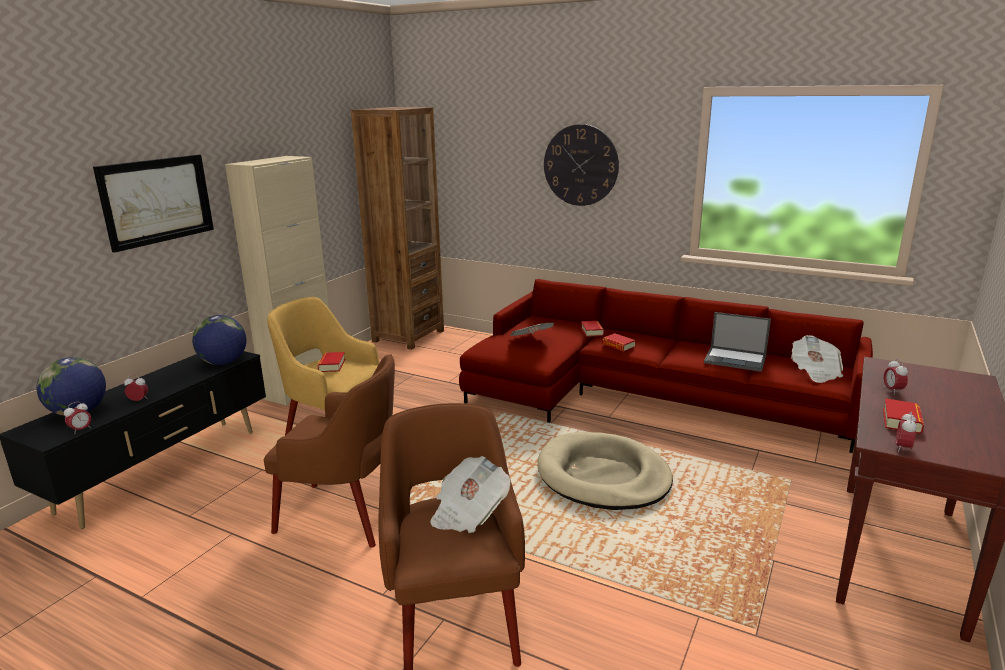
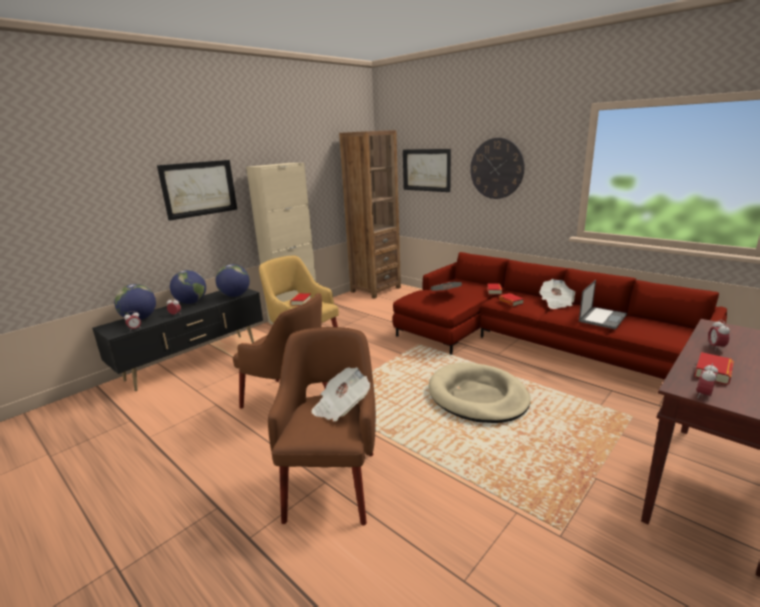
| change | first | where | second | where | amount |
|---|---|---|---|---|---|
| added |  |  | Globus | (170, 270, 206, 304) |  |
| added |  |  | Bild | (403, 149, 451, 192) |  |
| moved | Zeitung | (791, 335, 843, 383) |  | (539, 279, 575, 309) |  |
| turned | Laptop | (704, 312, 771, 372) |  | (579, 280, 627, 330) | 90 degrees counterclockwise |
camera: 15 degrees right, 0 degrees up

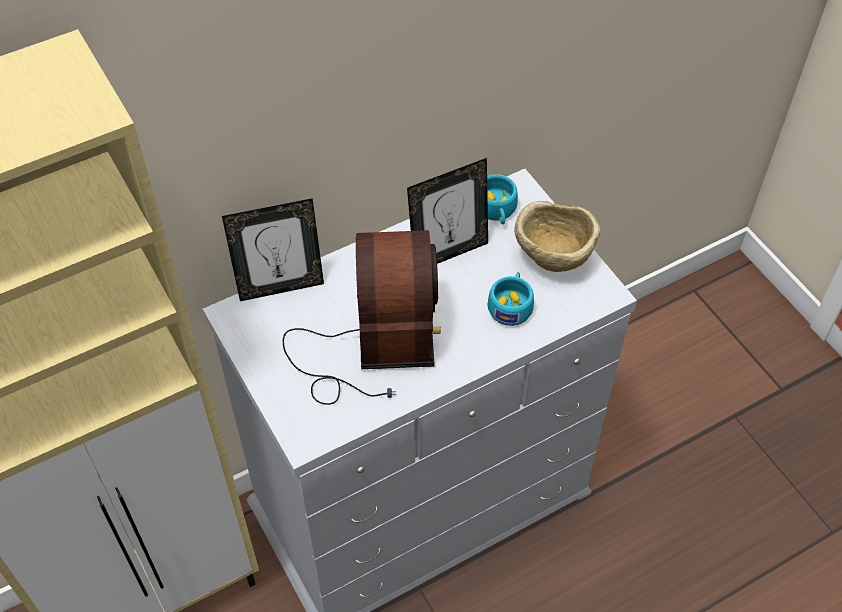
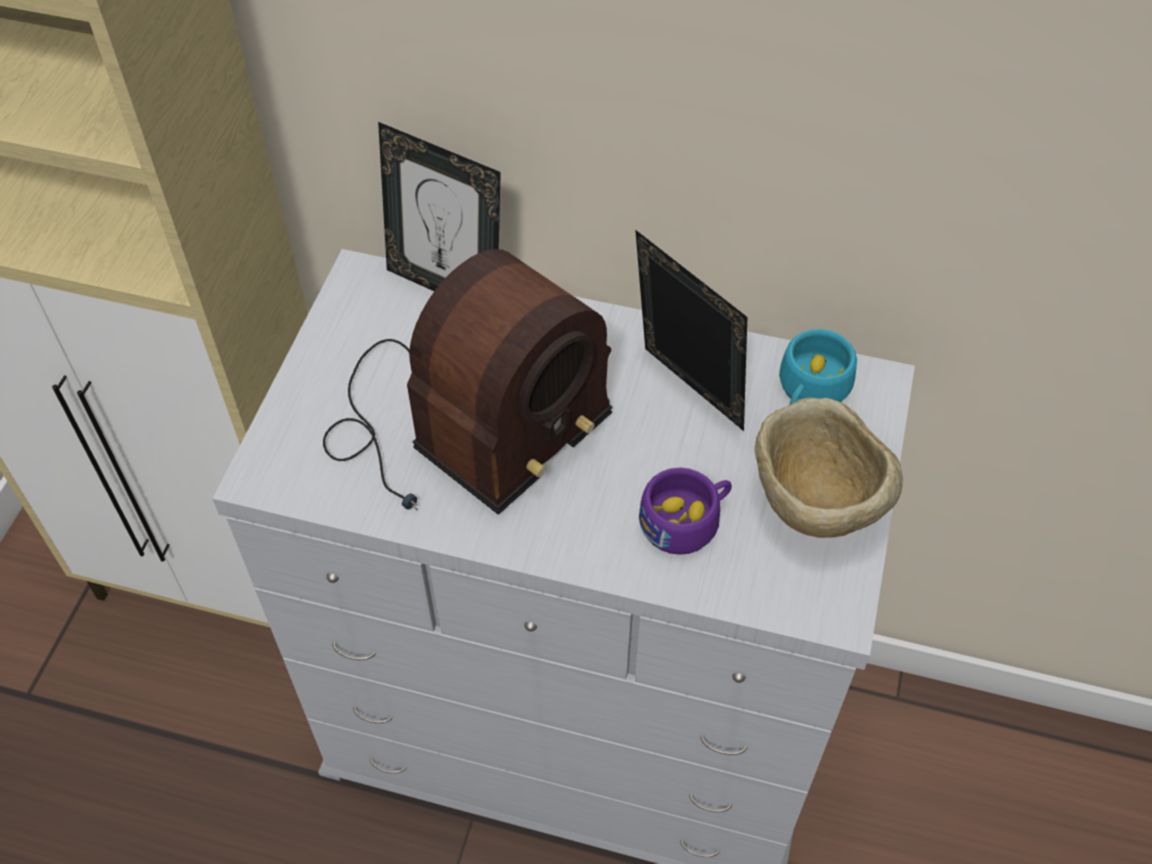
| change | first | where | second | where | amount |
|---|---|---|---|---|---|
| recoloured | Tasse [türkis] | (487, 272, 534, 326) | Tasse [lila] | (639, 468, 732, 555) |  |
| turned | Bilderrahmen | (407, 158, 488, 264) |  | (635, 230, 747, 431) | 150 degrees counterclockwise |
camera: 45 degrees right, 0 degrees up

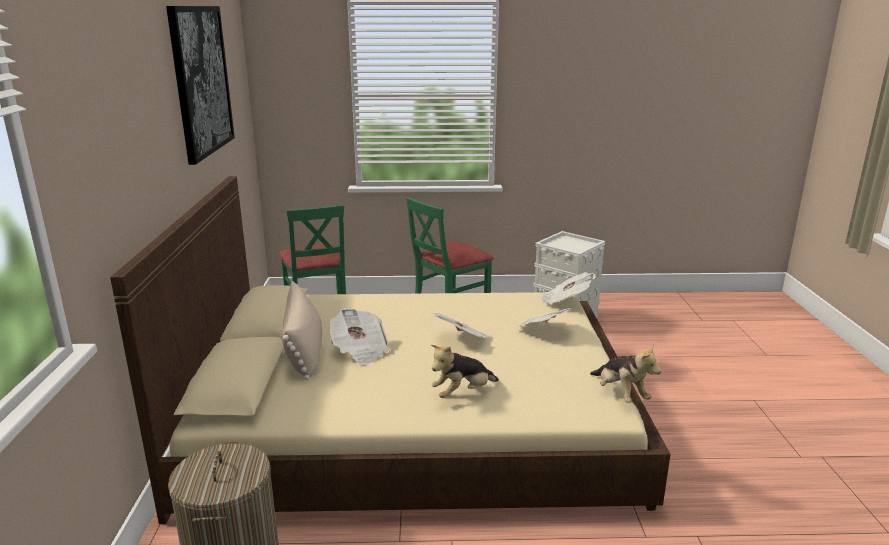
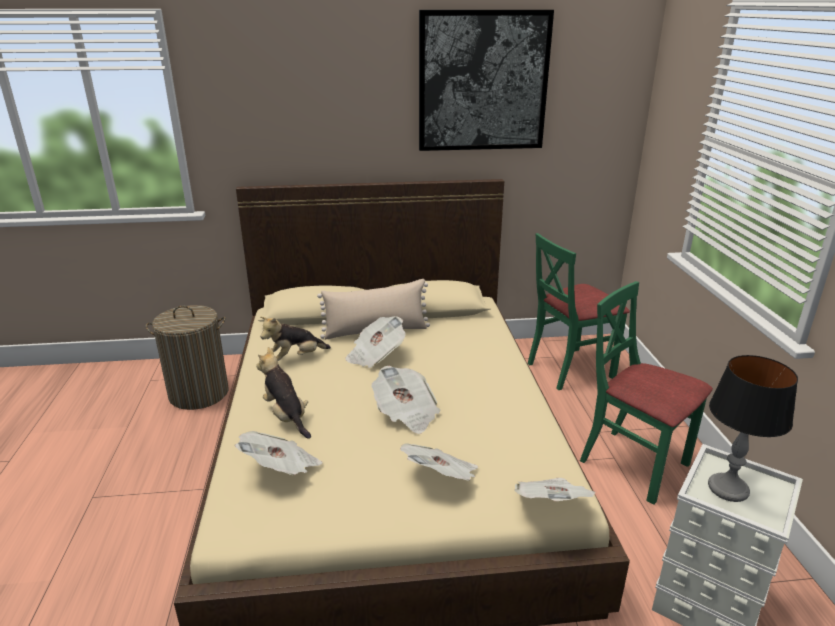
| change | first | where | second | where | amount |
|---|---|---|---|---|---|
| added |  |  | Zeitung | (234, 431, 323, 475) |  |
| added |  |  | Tischlampe | (708, 355, 798, 502) |  |
| moved | Plüschtier | (590, 344, 661, 403) |  | (260, 317, 331, 361) |  |
camera: 85 degrees right, 5 degrees up

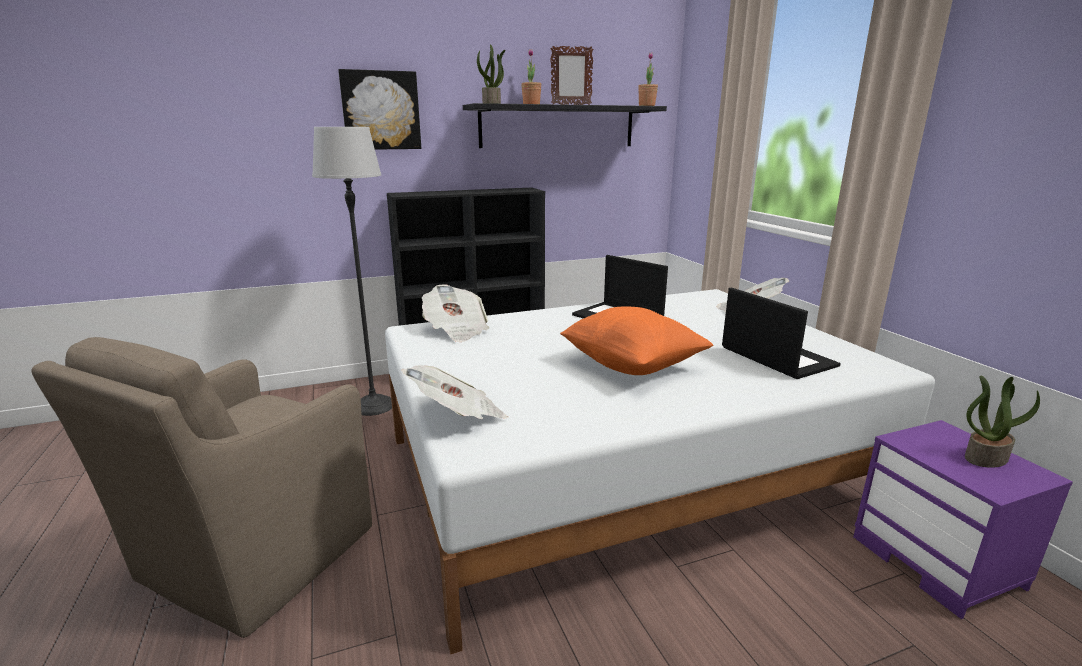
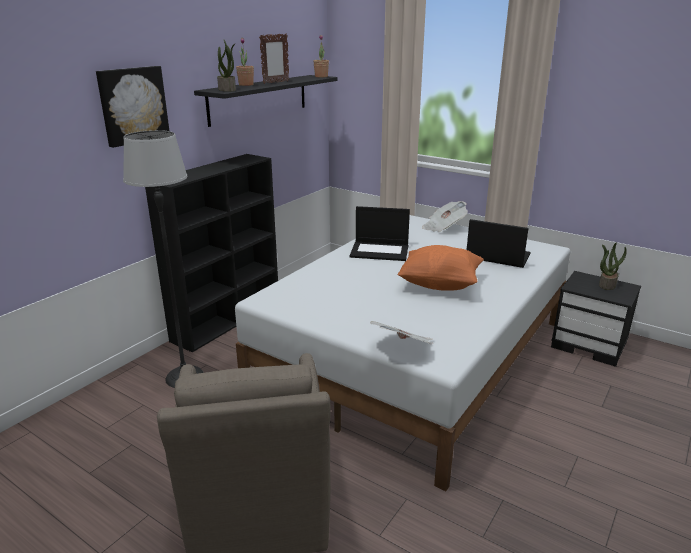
| change | first | where | second | where | amount |
|---|---|---|---|---|---|
| removed | Zeitung | (422, 284, 489, 342) |  |  |  |
| recoloured | Nachttisch [lila] | (853, 420, 1073, 619) | Nachttisch [schwarz] | (551, 271, 641, 367) |  |
camera: 35 degrees left, 5 degrees up

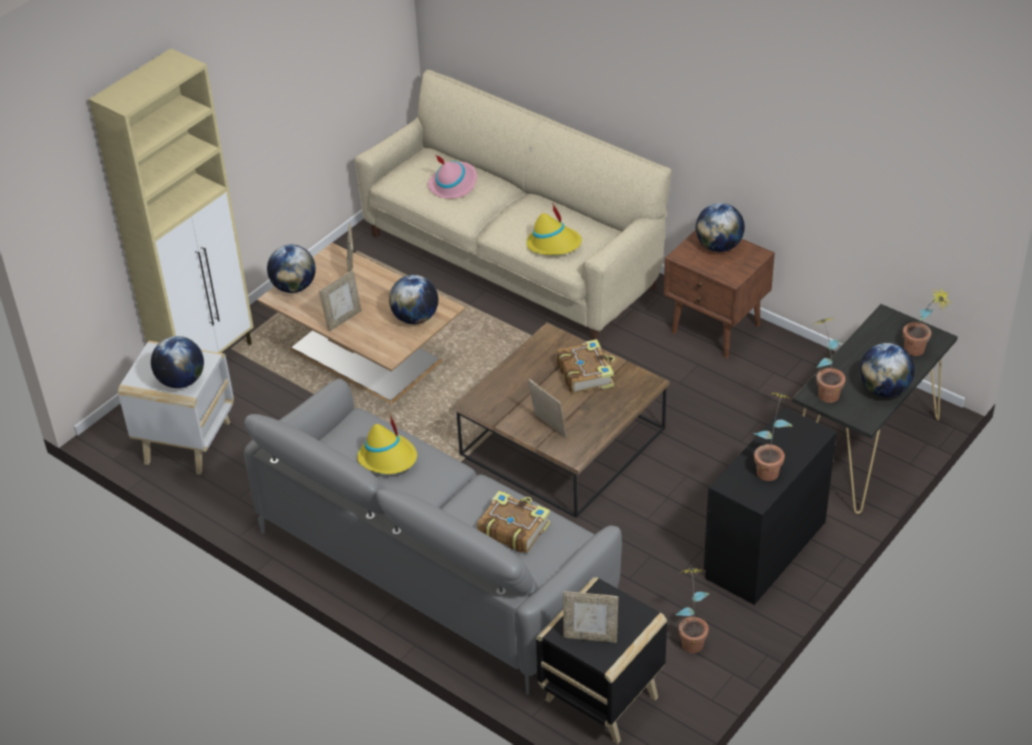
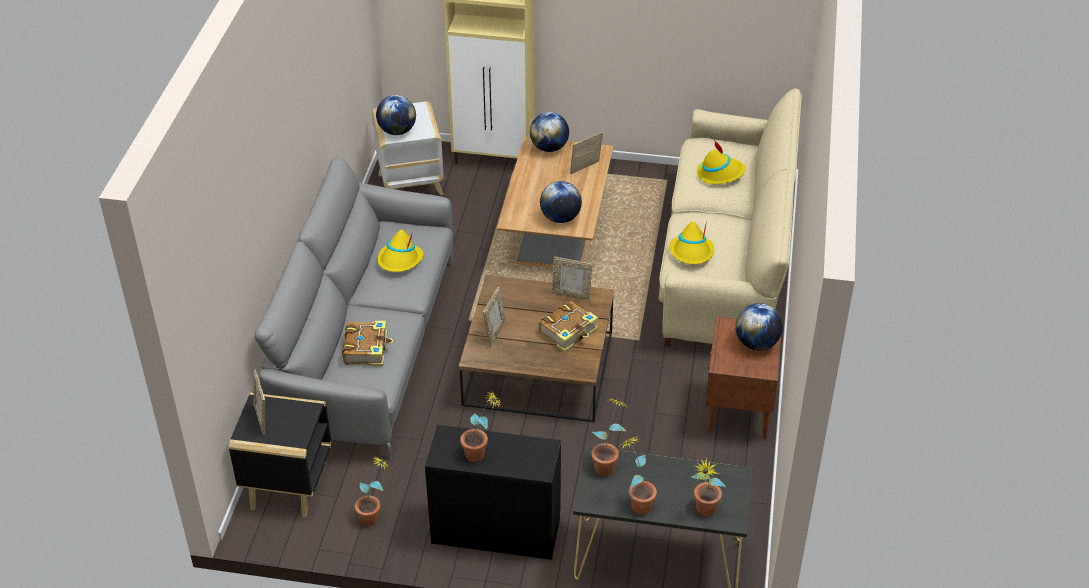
| change | first | where | second | where | amount |
|---|---|---|---|---|---|
| moved | Bilderrahmen | (319, 270, 362, 332) |  | (552, 256, 592, 301) |  |
| replaced | Globus | (859, 343, 915, 397) | Topfpflanze | (621, 436, 657, 515) |  |
| recoloured | Hut [rosa] | (428, 155, 477, 199) | Hut [gelb] | (697, 140, 746, 184) |  |
camera: 60 degrees right, 0 degrees up

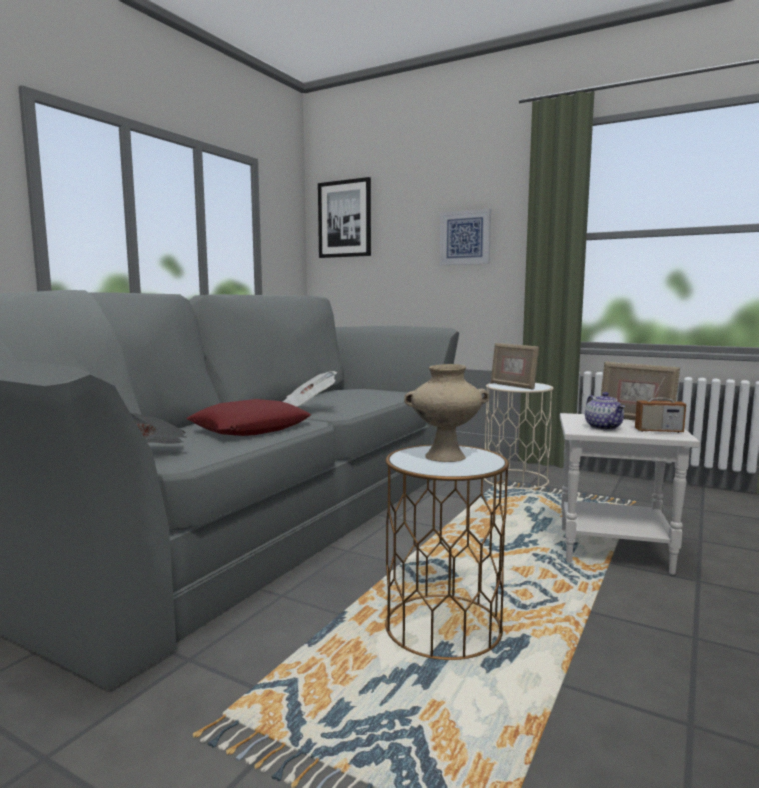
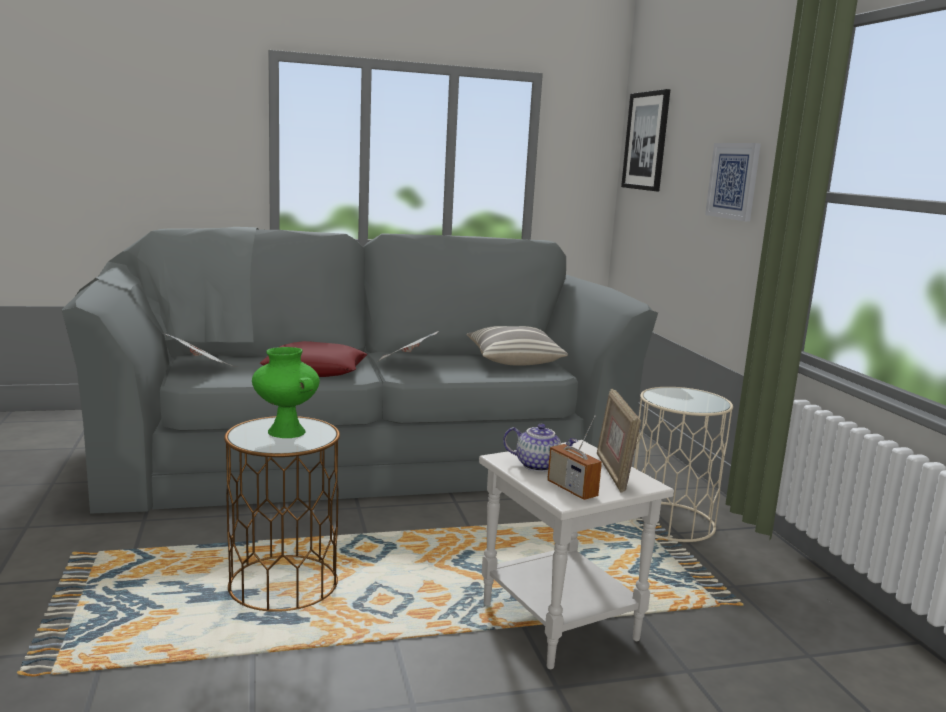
| change | first | where | second | where | amount |
|---|---|---|---|---|---|
| removed | Bilderrahmen | (491, 343, 539, 390) |  |  |  |
| added |  |  | Kissen | (466, 326, 568, 366) |  |
| recoloured | Vase [beige] | (404, 364, 490, 462) | Vase [grün] | (252, 347, 320, 438) |  |
| turned | Teekanne | (585, 392, 625, 430) |  | (503, 424, 578, 472) | 105 degrees counterclockwise |
camera: 45 degrees right, 5 degrees up

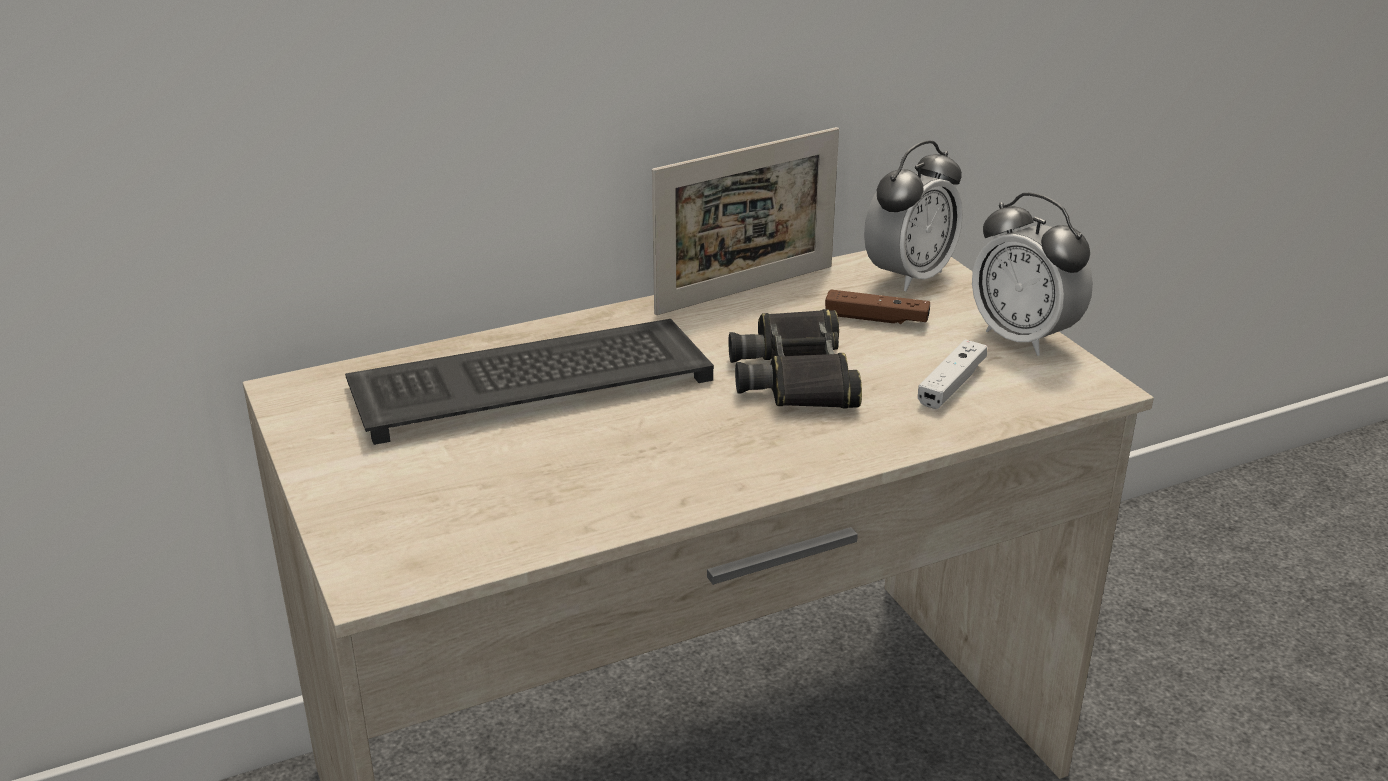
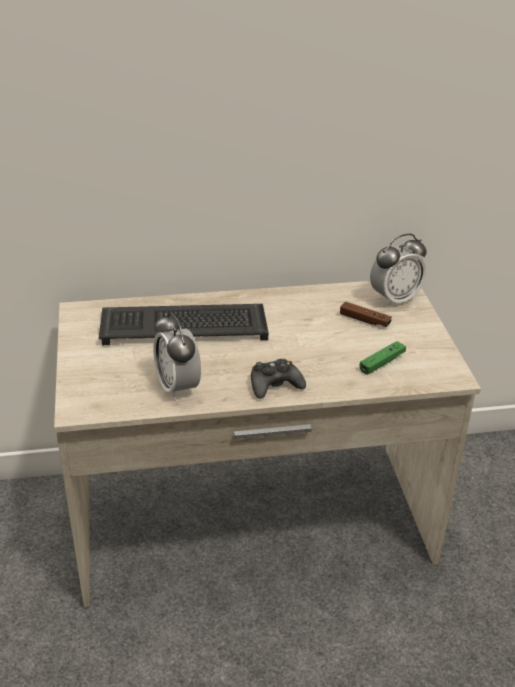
| change | first | where | second | where | amount |
|---|---|---|---|---|---|
| removed | Bilderrahmen | (652, 127, 839, 315) |  |  |  |
| removed | Fernglas [schwarz] | (729, 309, 862, 409) |  |  |  |
| added |  |  | Gamepad [schwarz] | (251, 359, 306, 399) |  |
| moved | Wecker | (972, 193, 1093, 356) |  | (153, 312, 201, 400) |  |
| recoloured | Gamepad [weiß] | (918, 339, 987, 409) | Gamepad [grün] | (359, 341, 406, 375) |  |
camera: 15 degrees right, 5 degrees up

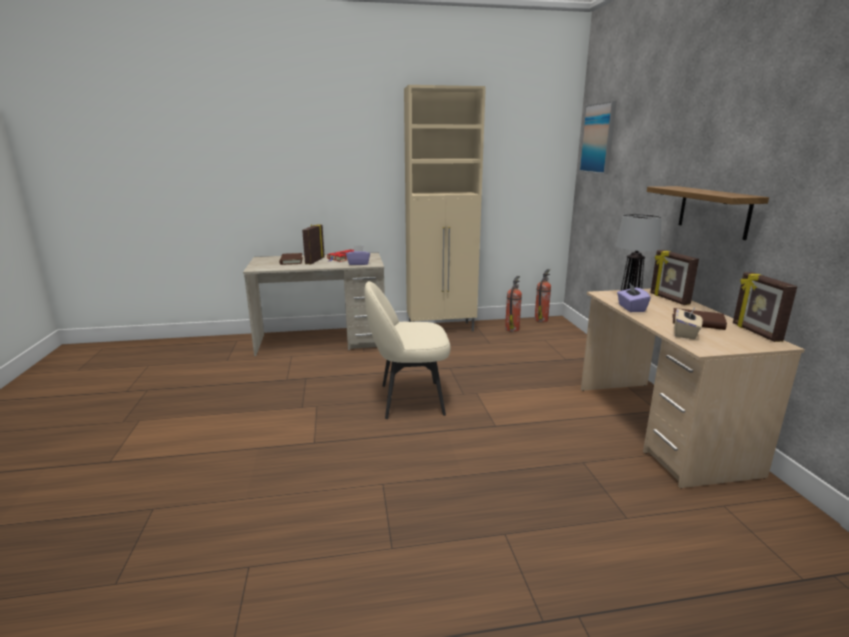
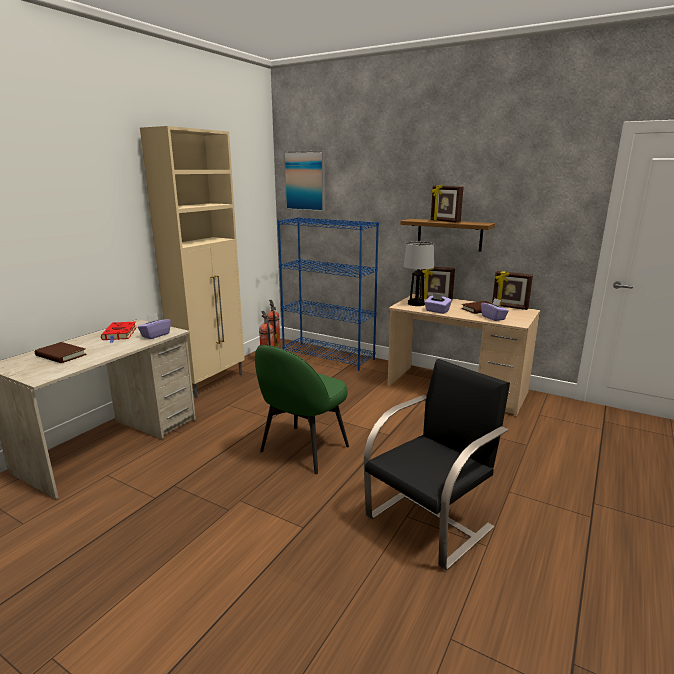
| change | first | where | second | where | amount |
|---|---|---|---|---|---|
| added |  |  | Bücherregal [blau] | (278, 217, 379, 371) |  |
| added |  |  | Stuhl [schwarz] | (364, 359, 510, 570) |  |
| moved | Bilderrahmen | (302, 224, 325, 264) |  | (431, 184, 464, 223) |  |
| recoloured | Stuhl [beige] | (365, 281, 451, 419) | Stuhl [grün] | (255, 345, 349, 474) |  |
| recoloured | Taschentuchbox [beige] | (674, 307, 703, 339) | Taschentuchbox [lila] | (481, 298, 509, 321) |  |
camera: 50 degrees left, 0 degrees up

